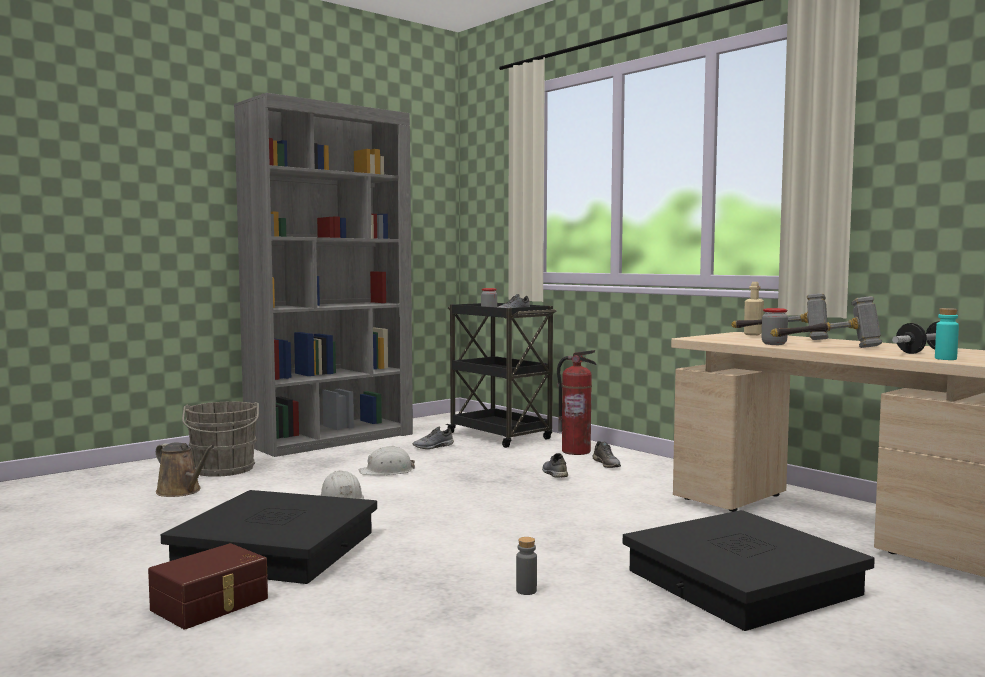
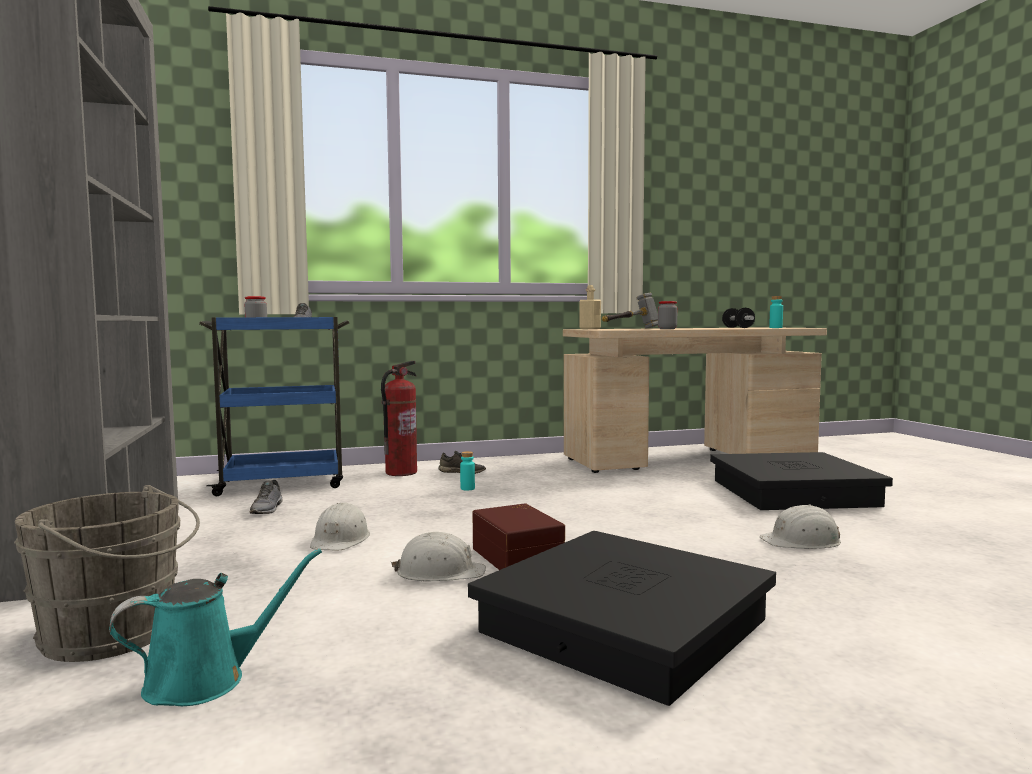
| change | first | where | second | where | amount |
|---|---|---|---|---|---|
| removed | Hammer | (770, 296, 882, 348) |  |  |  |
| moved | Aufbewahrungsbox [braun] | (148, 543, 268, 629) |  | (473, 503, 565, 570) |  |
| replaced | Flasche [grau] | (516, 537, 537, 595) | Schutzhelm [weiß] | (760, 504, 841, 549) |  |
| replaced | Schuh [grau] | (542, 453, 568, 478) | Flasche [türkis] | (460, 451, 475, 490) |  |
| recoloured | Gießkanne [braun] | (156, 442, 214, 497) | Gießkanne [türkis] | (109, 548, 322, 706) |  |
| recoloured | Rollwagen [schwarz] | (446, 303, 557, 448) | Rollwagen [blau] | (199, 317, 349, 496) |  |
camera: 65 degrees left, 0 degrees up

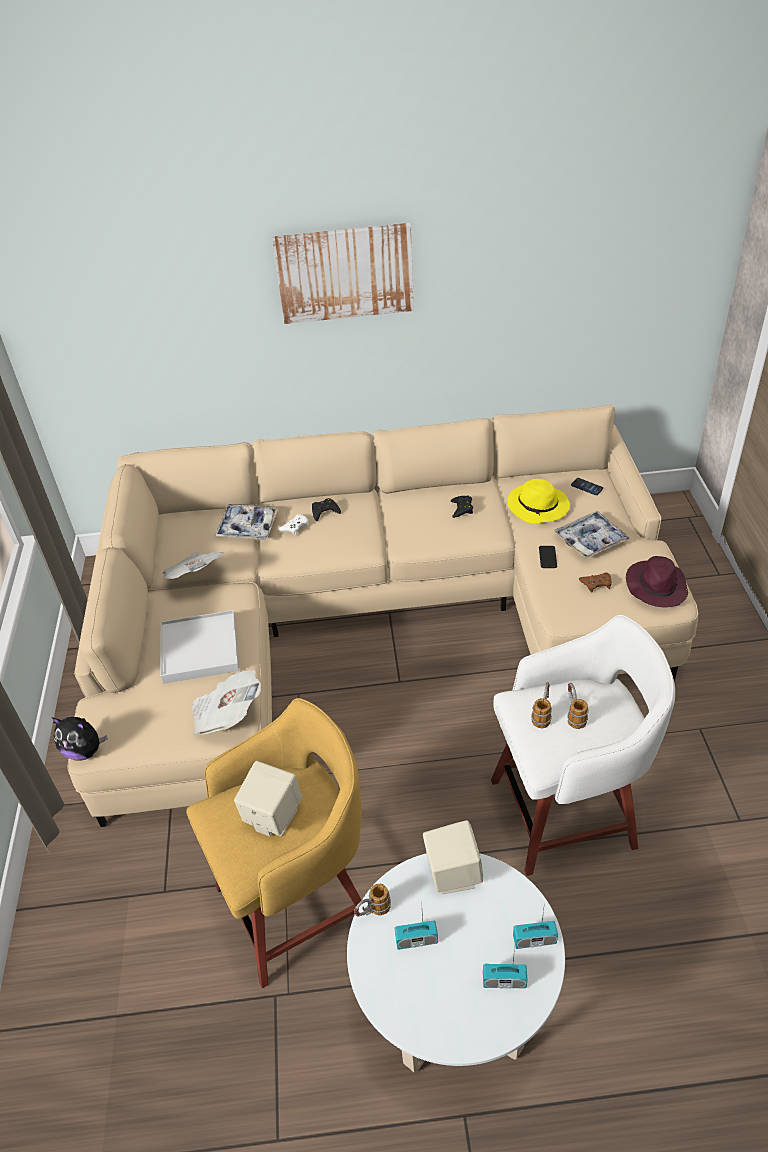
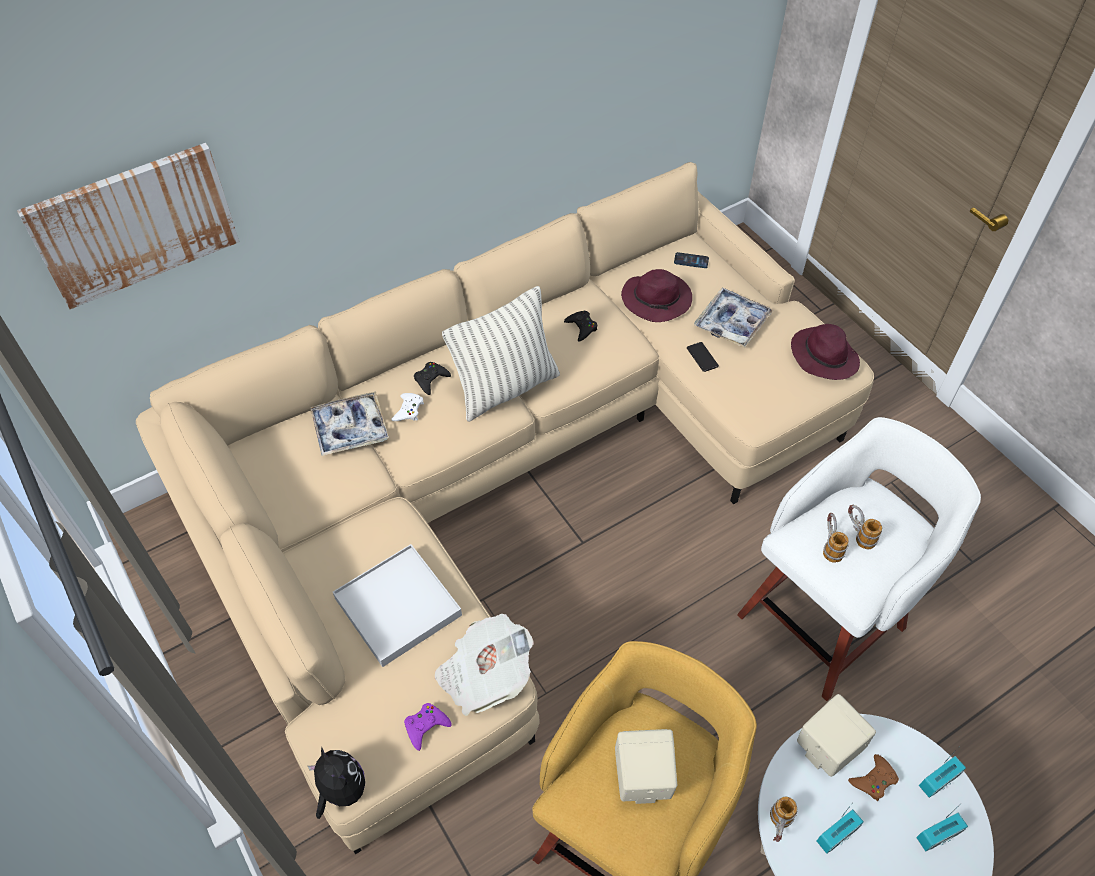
| change | first | where | second | where | amount |
|---|---|---|---|---|---|
| removed | Zeitung | (162, 552, 223, 579) |  |  |  |
| added |  |  | Gamepad [lila] | (404, 703, 452, 751) |  |
| added |  |  | Kissen | (442, 286, 560, 422) |  |
| moved | Bild | (272, 223, 414, 324) |  | (17, 143, 240, 309) |  |
| moved | Gamepad [braun] | (579, 572, 612, 593) |  | (848, 754, 899, 801) |  |
| recoloured | Hut [gelb] | (507, 479, 570, 523) | Hut [lila] | (621, 269, 692, 322) |  |
| turned | Plüschtier | (51, 717, 108, 761) |  | (308, 747, 365, 819) | 120 degrees counterclockwise |
camera: 30 degrees left, 10 degrees up

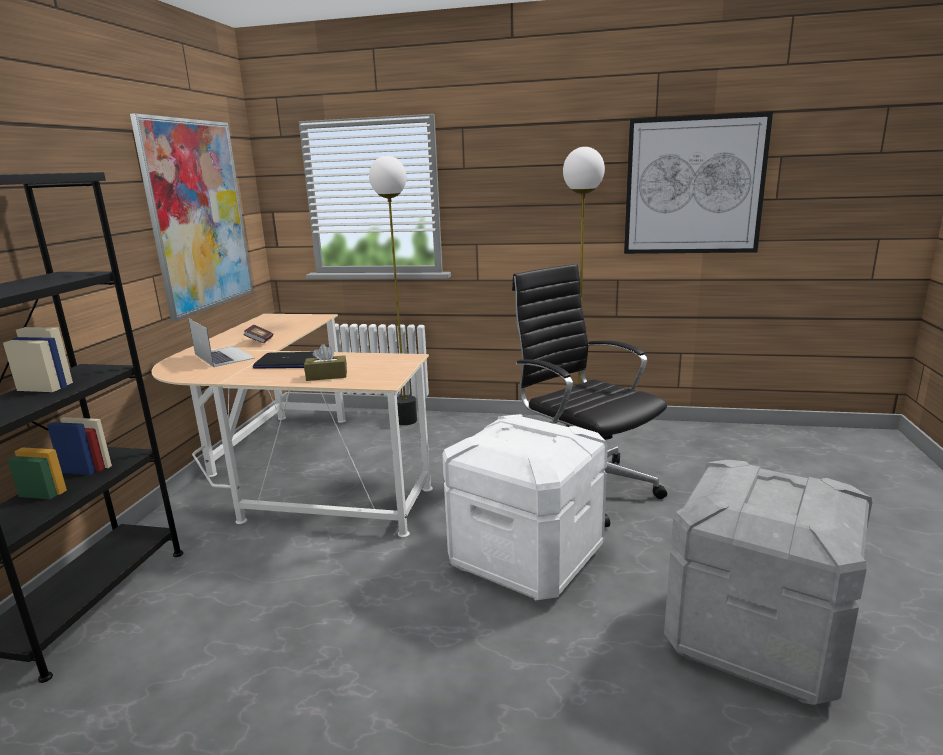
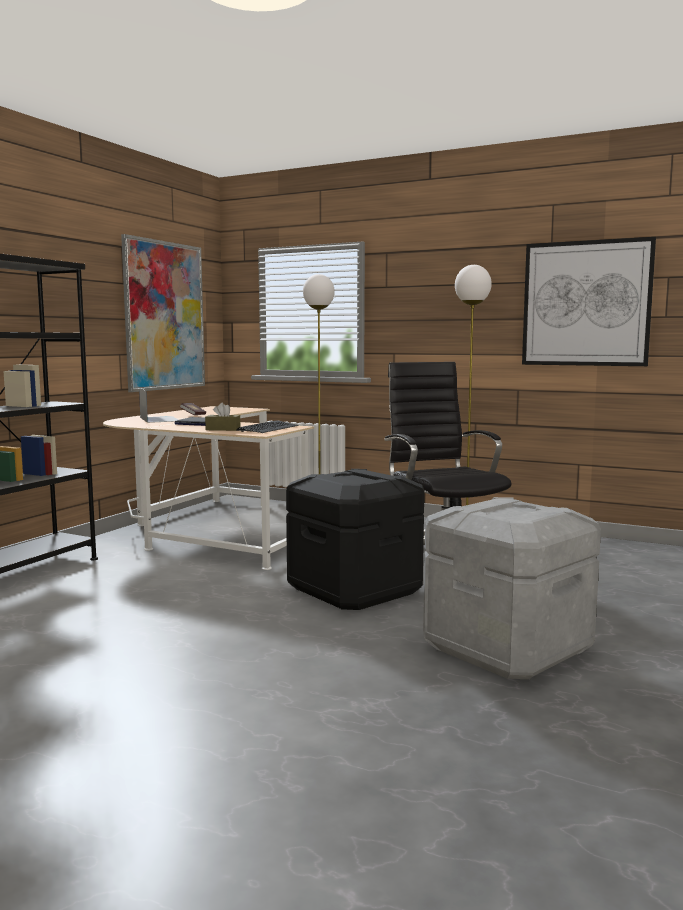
| change | first | where | second | where | amount |
|---|---|---|---|---|---|
| added |  |  | Tastatur | (236, 421, 298, 433) |  |
| recoloured | Aufbewahrungsbox [weiß] | (442, 414, 608, 601) | Aufbewahrungsbox [schwarz] | (286, 469, 424, 610) |  |
camera: 15 degrees right, 10 degrees down

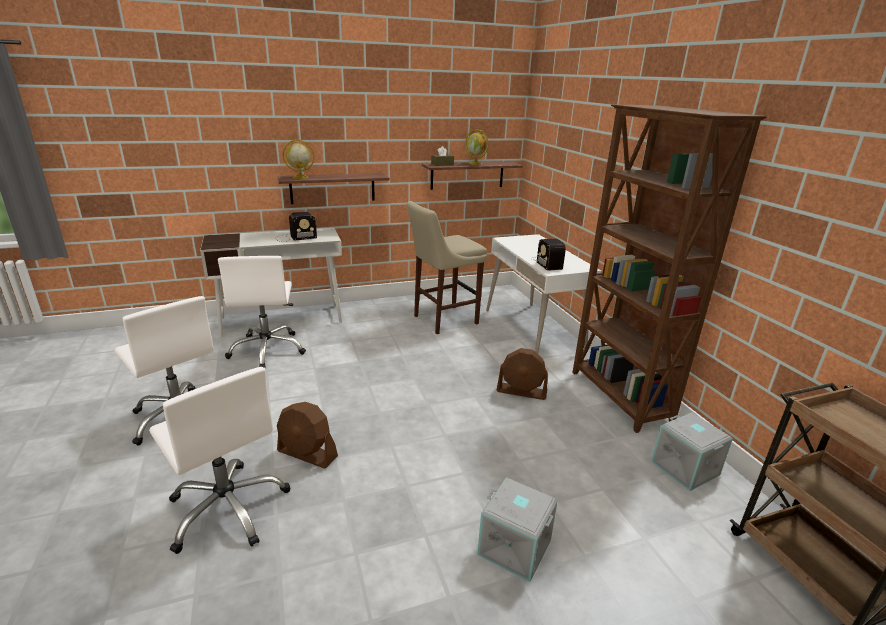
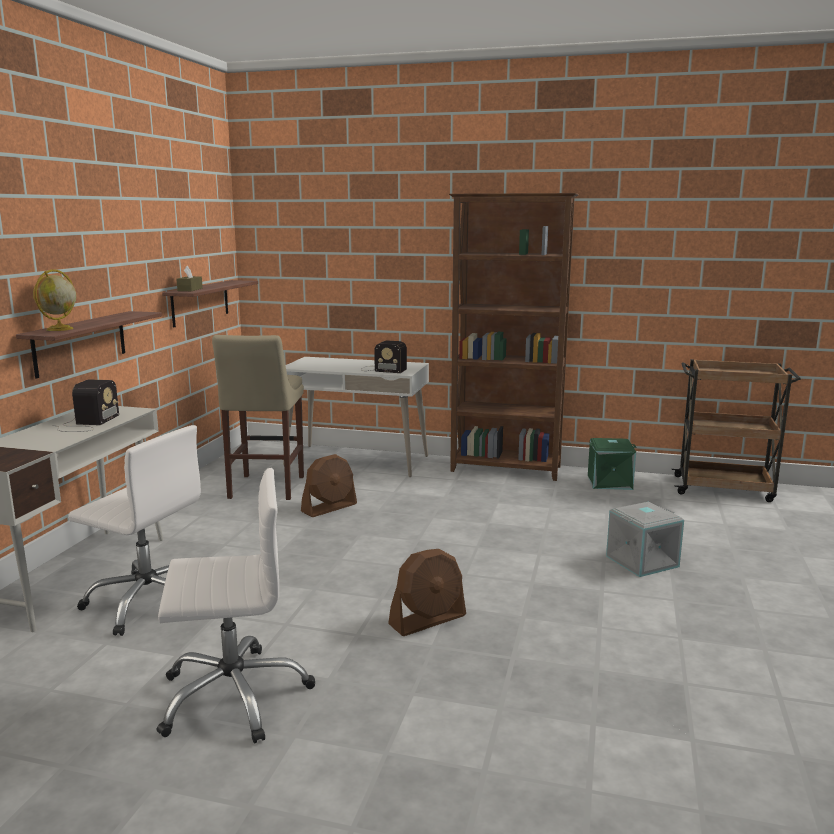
| change | first | where | second | where | amount |
|---|---|---|---|---|---|
| removed | Bürostuhl [weiß] | (149, 367, 291, 554) |  |  |  |
| removed | Globus | (465, 129, 489, 165) |  |  |  |
| moved | Ventilator [braun] | (496, 348, 548, 400) |  | (301, 454, 357, 517) |  |
| recoloured | Aufbewahrungsbox [grau] | (651, 413, 733, 491) | Aufbewahrungsbox [grün] | (588, 438, 637, 490) |  |
camera: 55 degrees left, 10 degrees down

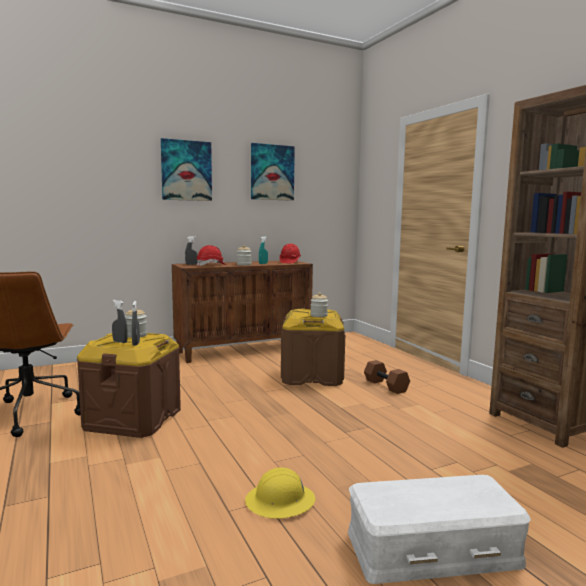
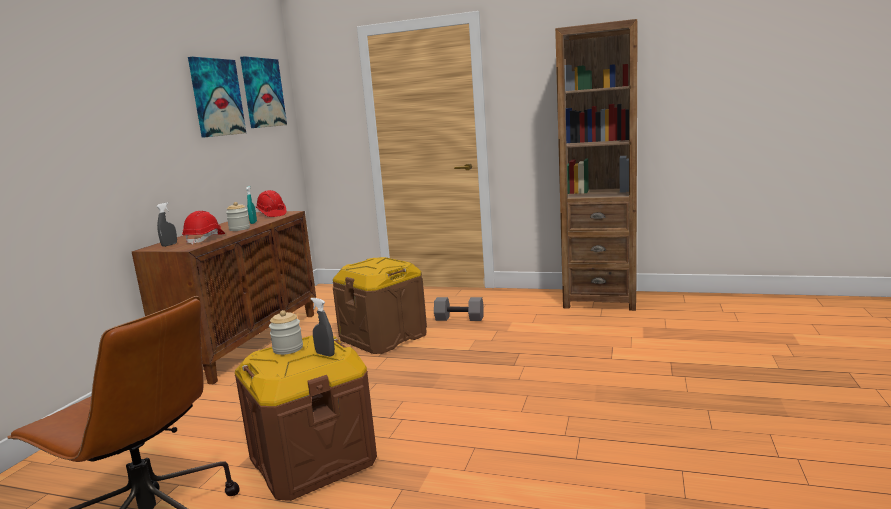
| change | first | where | second | where | amount |
|---|---|---|---|---|---|
| removed | Sprühflasche [grau] | (112, 300, 128, 343) |  |  |  |
| removed | Schutzhelm [gelb] | (245, 467, 315, 519) |  |  |  |
| removed | Vorratsglas | (310, 293, 328, 317) |  |  |  |
| removed | Aufbewahrungsbox [weiß] | (348, 475, 531, 584) |  |  |  |
| moved | Bild | (161, 138, 212, 201) |  | (240, 56, 287, 128) |  |
| recoloured | Hantel [braun] | (364, 360, 410, 394) | Hantel [grau] | (434, 297, 484, 321) |  |
camera: 45 degrees left, 5 degrees up

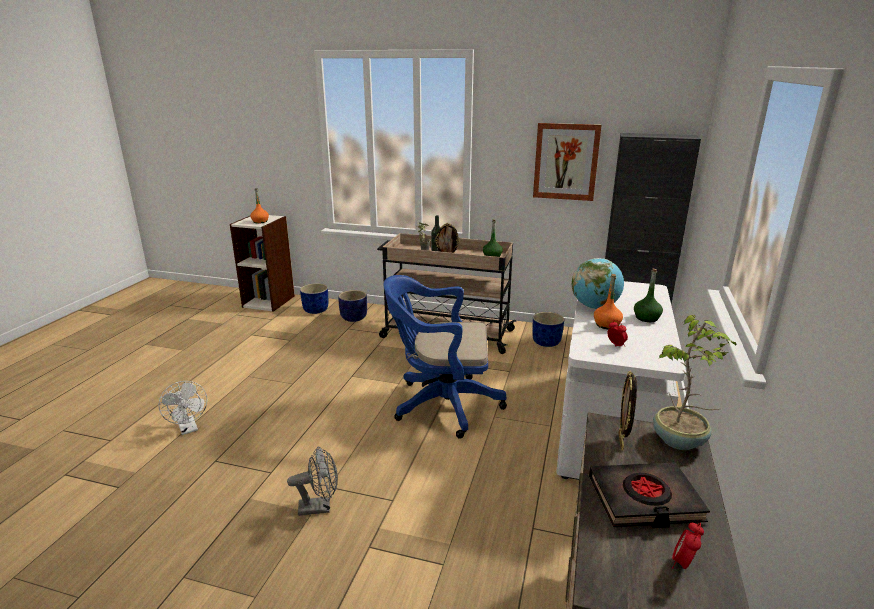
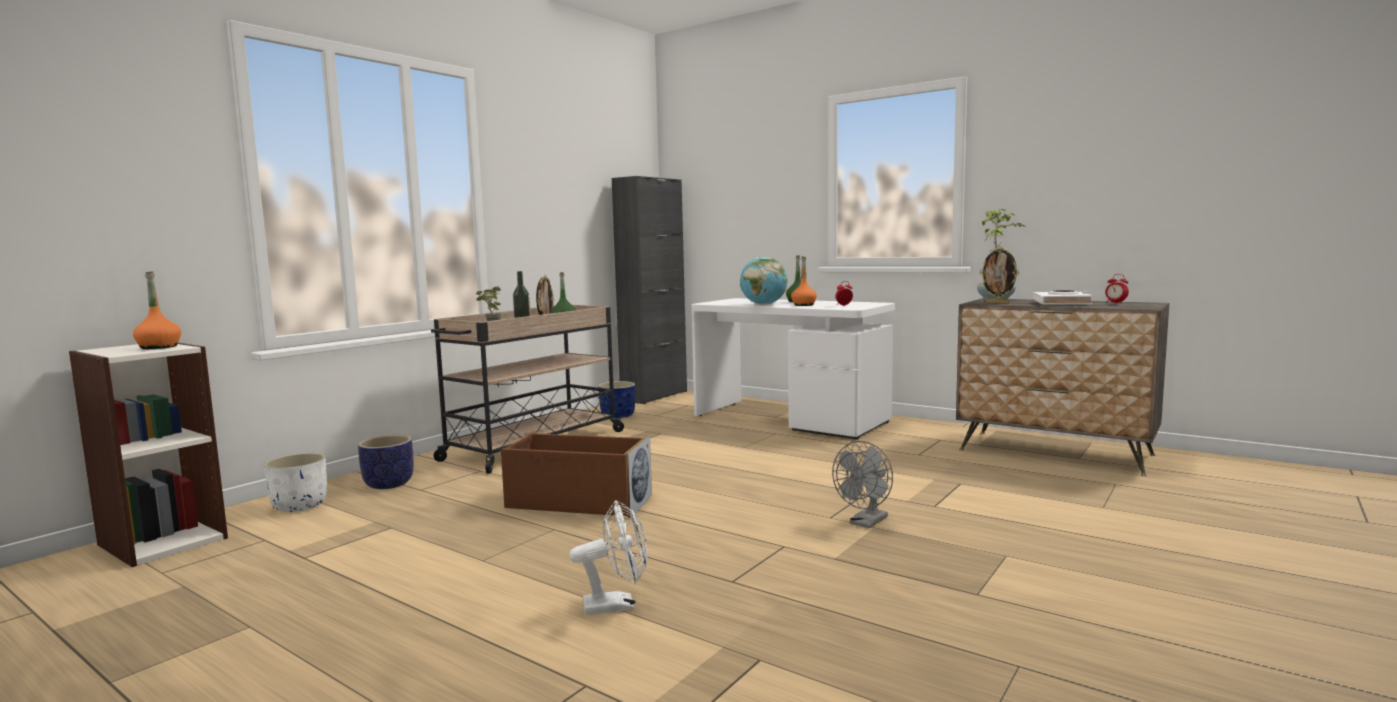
| change | first | where | second | where | amount |
|---|---|---|---|---|---|
| removed | Bürostuhl [blau] | (383, 275, 507, 439) |  |  |  |
| removed | Bild | (533, 123, 602, 201) |  |  |  |
| added |  |  | Aufbewahrungsbox [braun] | (501, 433, 652, 519) |  |
| recoloured | Pflanzkübel [blau] | (300, 283, 328, 314) | Pflanzkübel [weiß] | (264, 453, 327, 512) |  |
| recoloured | Buch [schwarz] | (589, 462, 710, 528) | Buch [weiß] | (1032, 290, 1093, 305) |  |
| turned | Ventilator [grau] | (287, 447, 338, 516) |  | (832, 441, 893, 528) | 150 degrees counterclockwise |
camera: 70 degrees left, 15 degrees down

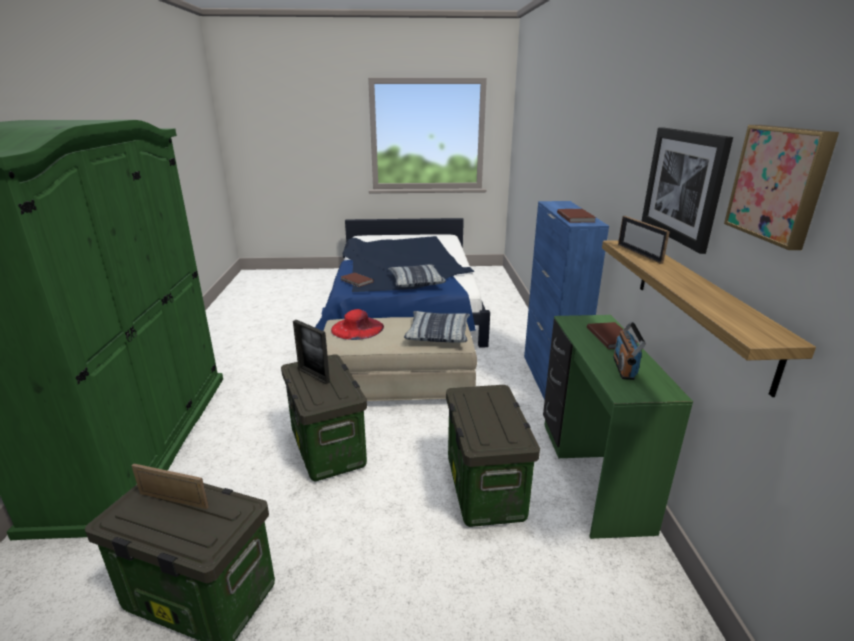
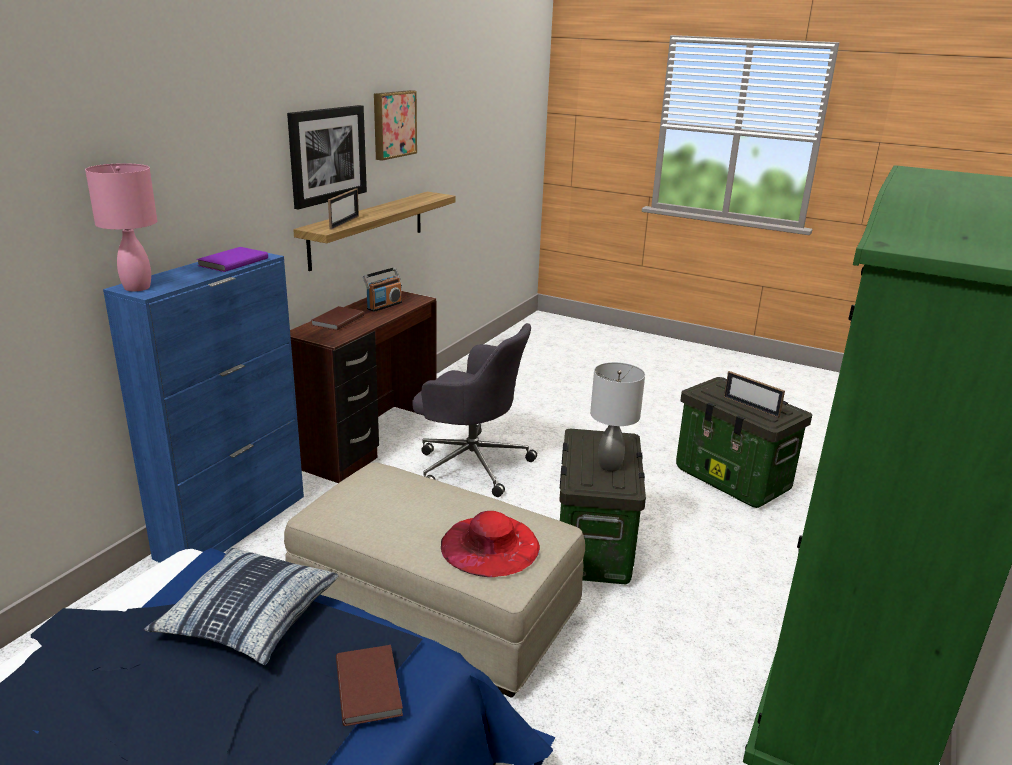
| change | first | where | second | where | amount |
|---|---|---|---|---|---|
| removed | Kissen | (404, 311, 470, 343) |  |  |  |
| added |  |  | Tischlampe [rosa] | (85, 163, 157, 291) |  |
| replaced | Bilderrahmen | (293, 320, 330, 384) | Tischlampe [grau] | (590, 362, 645, 471) |  |
| replaced | Aufbewahrungsbox | (446, 385, 540, 527) | Bürostuhl [grau] | (412, 323, 537, 497) |  |
| recoloured | Schreibtisch [grün] | (543, 315, 693, 539) | Schreibtisch [braun] | (290, 291, 437, 483) |  |
| recoloured | Buch [braun] | (557, 209, 596, 223) | Buch [lila] | (196, 247, 268, 272) |  |
camera: 150 degrees left, 0 degrees up

